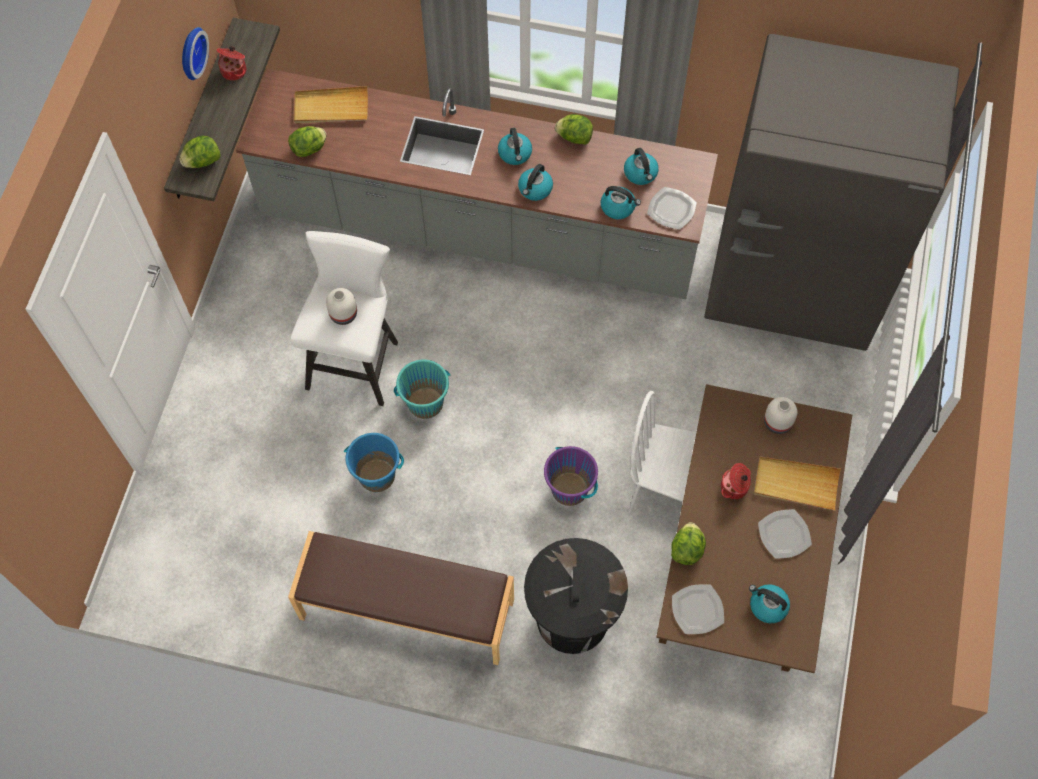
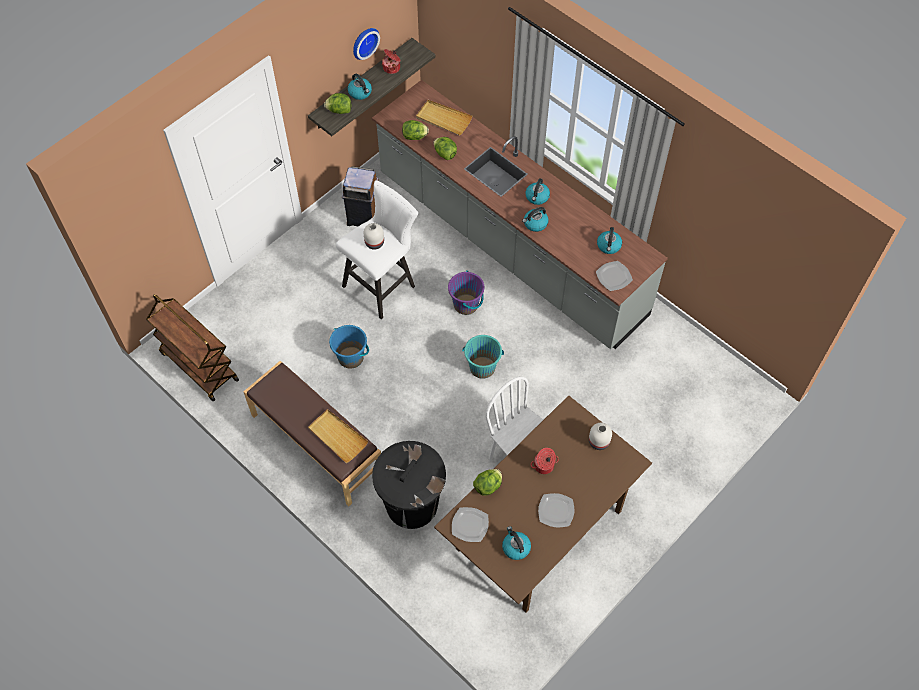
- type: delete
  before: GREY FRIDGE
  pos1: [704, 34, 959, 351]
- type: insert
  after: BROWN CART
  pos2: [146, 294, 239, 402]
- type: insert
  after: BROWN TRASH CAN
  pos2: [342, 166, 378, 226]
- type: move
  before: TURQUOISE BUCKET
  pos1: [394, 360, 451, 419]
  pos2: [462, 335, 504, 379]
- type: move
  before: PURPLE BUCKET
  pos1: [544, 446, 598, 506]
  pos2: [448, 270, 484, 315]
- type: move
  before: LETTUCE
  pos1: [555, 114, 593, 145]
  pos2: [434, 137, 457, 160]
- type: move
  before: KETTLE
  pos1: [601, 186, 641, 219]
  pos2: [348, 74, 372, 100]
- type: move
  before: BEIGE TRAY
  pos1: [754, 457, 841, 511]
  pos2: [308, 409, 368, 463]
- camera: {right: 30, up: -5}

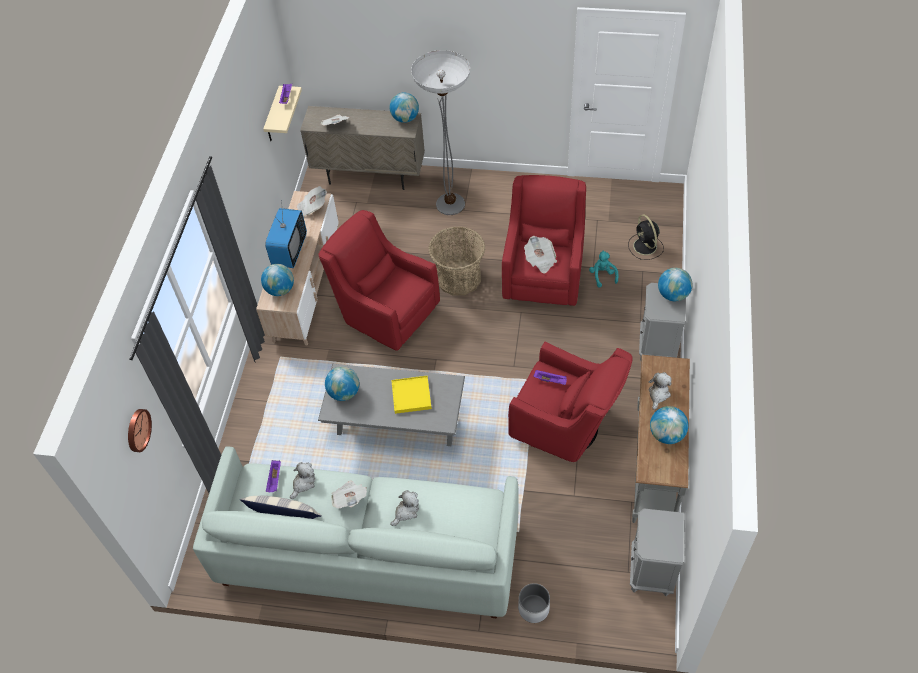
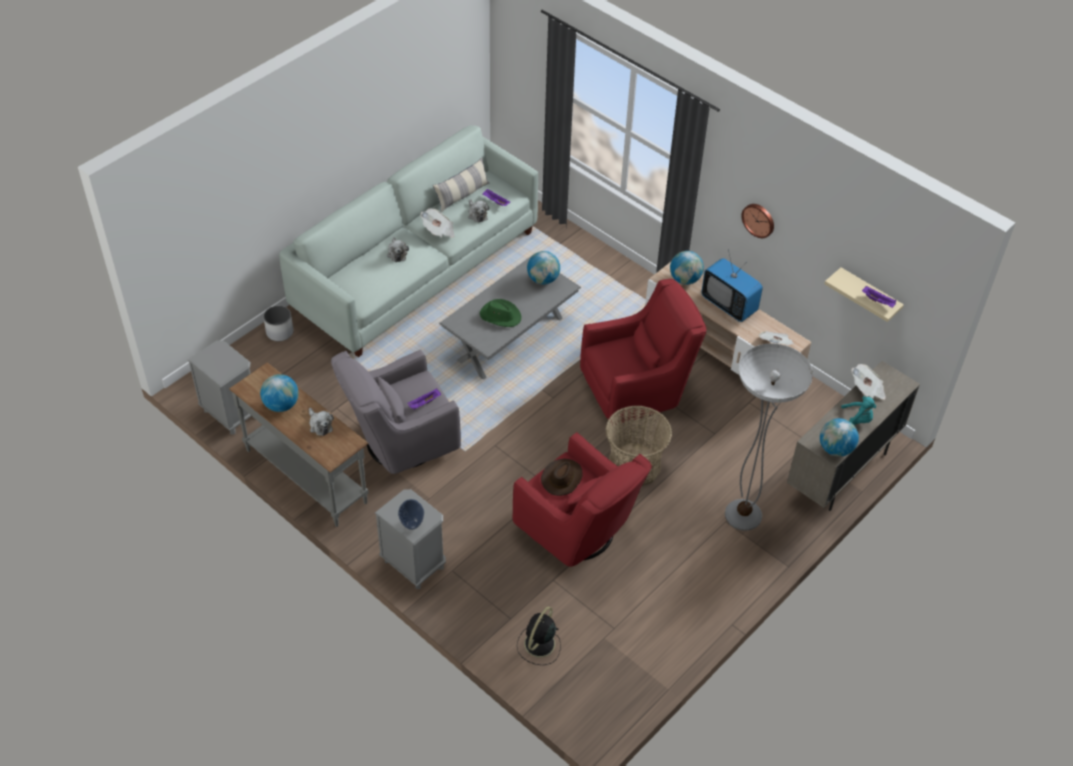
- type: move
  before: WALL CLOCK
  pos1: [128, 409, 152, 452]
  pos2: [741, 204, 774, 238]
- type: move
  before: TURQUOISE PLUSH TOY
  pos1: [589, 251, 619, 288]
  pos2: [841, 396, 876, 425]
- type: replace
  before: YELLOW TRAY
  after: GREEN HAT
  pos1: [391, 376, 432, 414]
  pos2: [480, 299, 521, 327]
- type: replace
  before: NEWSPAPER
  after: BROWN HAT
  pos1: [524, 236, 557, 273]
  pos2: [541, 459, 583, 496]
- type: replace
  before: GLOBE
  after: VASE
  pos1: [658, 268, 692, 301]
  pos2: [398, 499, 424, 530]
- type: recolor
  before: RED ARMCHAIR
  after: GREY ARMCHAIR
  pos1: [508, 342, 633, 462]
  pos2: [331, 349, 461, 474]
- type: rotate
  before: BLACK FAN
  pos1: [628, 215, 664, 260]
  pos2: [517, 606, 561, 665]
  turn: -75
- camera: {right: 120, up: -5}

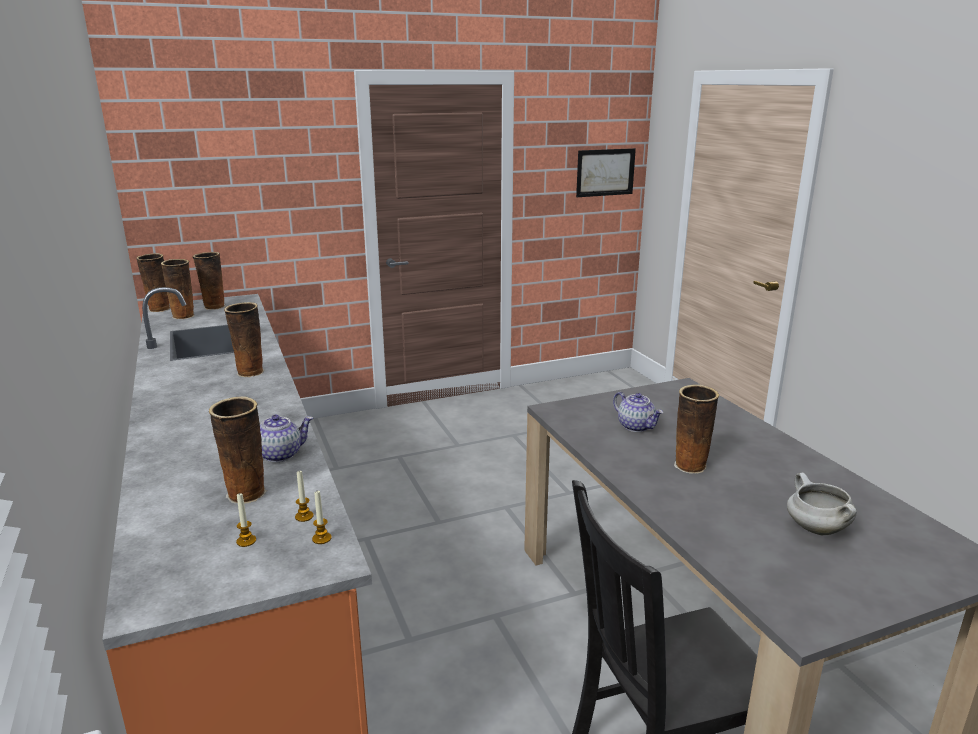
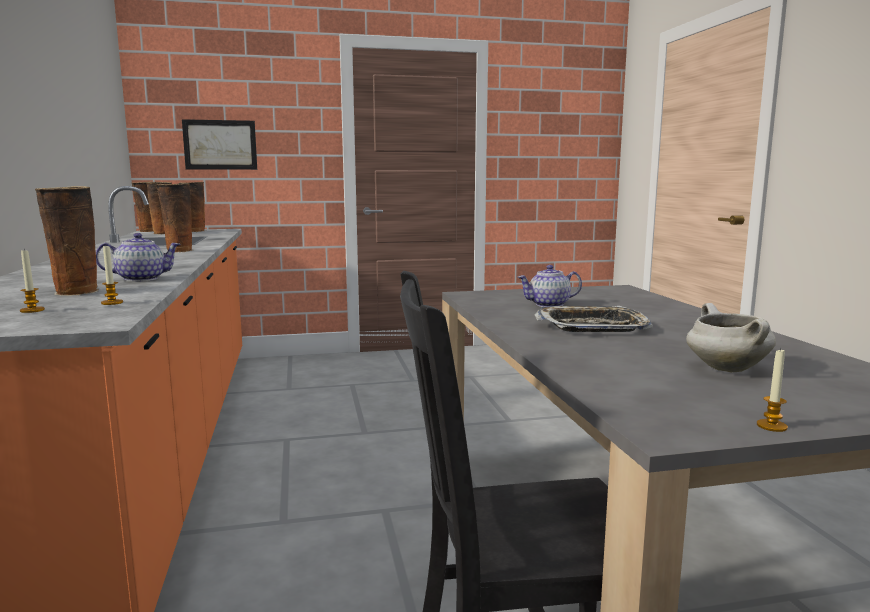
- type: move
  before: CANDLE
  pos1: [312, 491, 332, 544]
  pos2: [757, 348, 788, 432]
- type: move
  before: PICTURE
  pos1: [576, 148, 636, 197]
  pos2: [182, 119, 257, 170]
- type: replace
  before: VASE
  after: TRAY
  pos1: [674, 385, 719, 474]
  pos2: [535, 306, 653, 332]
- type: rotate
  before: TEAPOT
  pos1: [613, 392, 663, 432]
  pos2: [518, 265, 582, 307]
  turn: 105
- camera: {right: 10, up: -10}

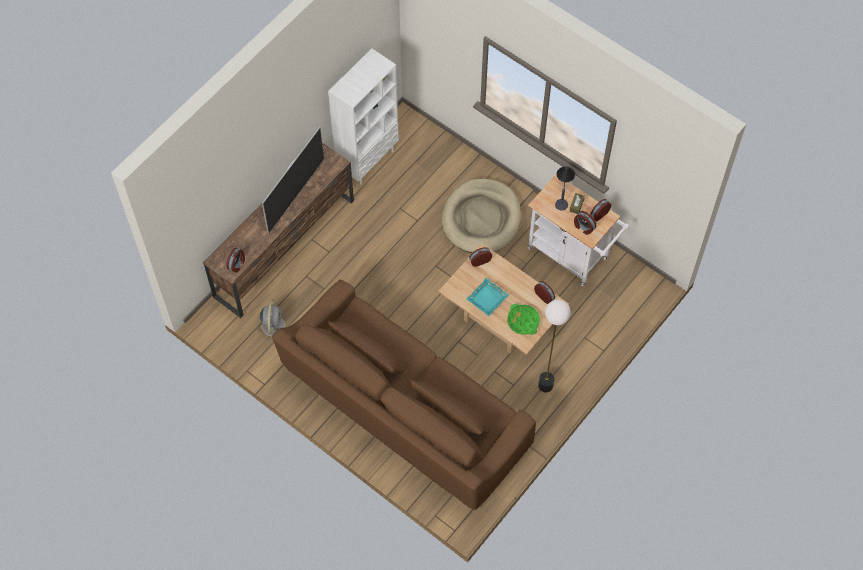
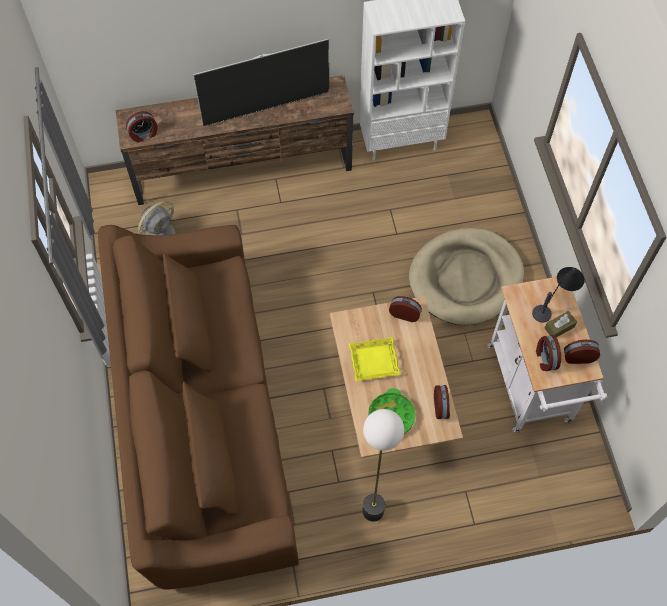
- type: recolor
  before: TURQUOISE TRAY
  after: YELLOW TRAY
  pos1: [466, 278, 509, 316]
  pos2: [349, 337, 401, 381]
- camera: {right: 40, up: 0}

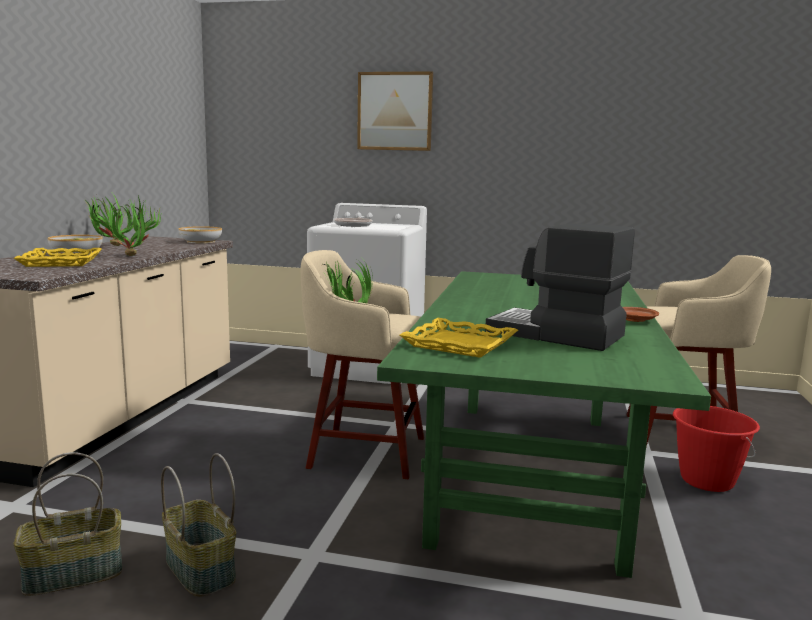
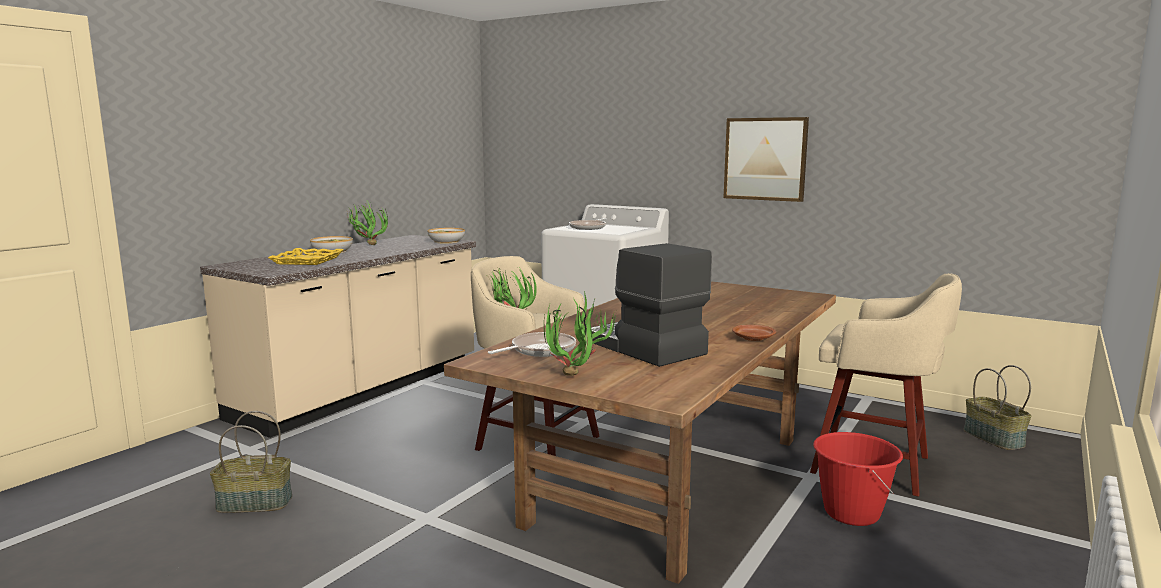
- type: move
  before: POTTED PLANT
  pos1: [107, 195, 162, 256]
  pos2: [544, 292, 617, 376]
- type: move
  before: BASKET
  pos1: [161, 453, 236, 597]
  pos2: [964, 365, 1032, 450]
- type: move
  before: PICTURE
  pos1: [357, 71, 433, 151]
  pos2: [723, 117, 809, 202]
- type: replace
  before: YELLOW TRAY
  after: FRYING PAN
  pos1: [400, 318, 518, 358]
  pos2: [488, 332, 576, 357]
- type: recolor
  before: GREEN DINING TABLE
  after: BROWN DINING TABLE
  pos1: [377, 271, 711, 578]
  pos2: [444, 281, 836, 584]
- camera: {right: 20, up: 0}

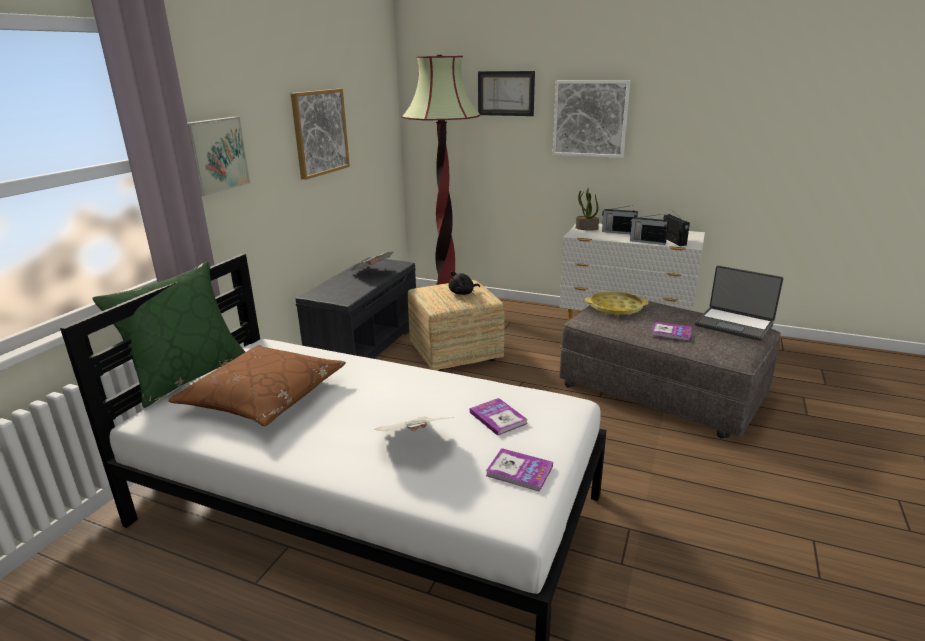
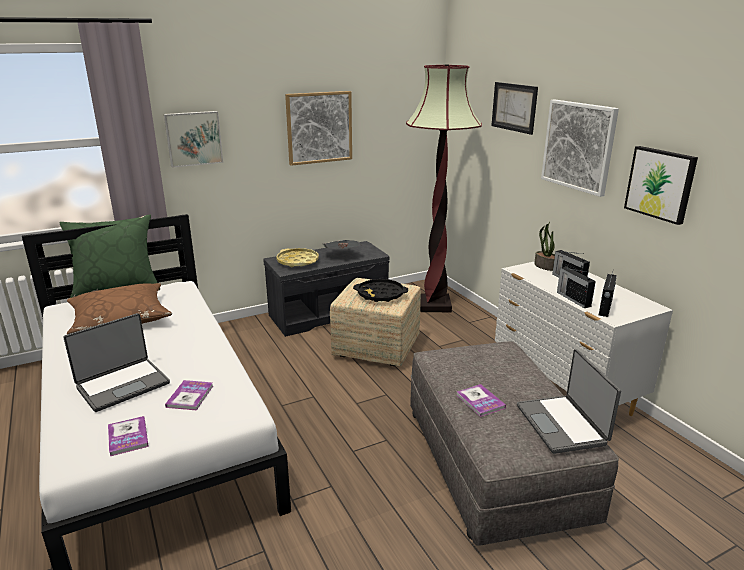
- type: insert
  after: PICTURE
  pos2: [624, 146, 698, 225]
- type: move
  before: YELLOW TRAY
  pos1: [585, 291, 648, 316]
  pos2: [276, 248, 319, 267]
- type: replace
  before: NEWSPAPER
  after: LAPTOP
  pos1: [374, 417, 450, 431]
  pos2: [63, 313, 170, 412]
- type: replace
  before: BLACK PLUSH TOY
  after: BLACK TRAY
  pos1: [449, 271, 480, 295]
  pos2: [353, 279, 408, 302]
- camera: {right: 40, up: 0}

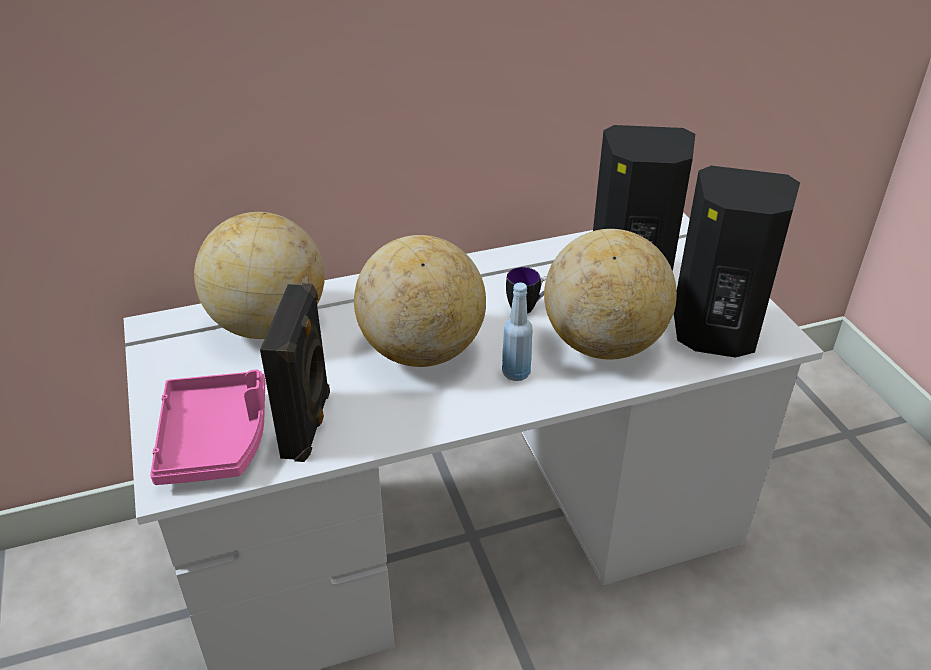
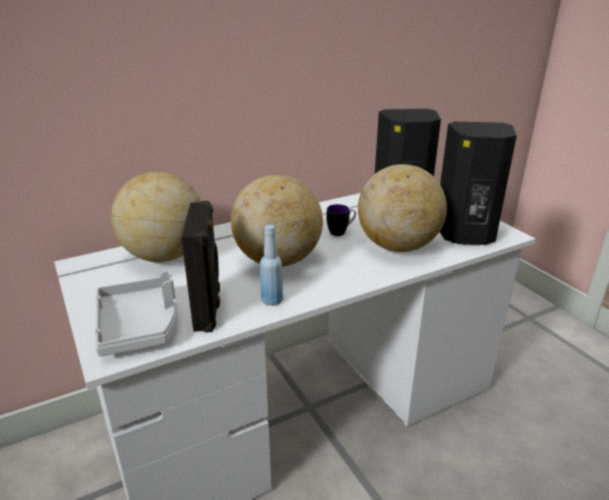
- type: move
  before: BLUE BOTTLE
  pos1: [502, 282, 533, 381]
  pos2: [260, 225, 283, 306]
- type: recolor
  before: PINK TRAY
  after: GREY TRAY
  pos1: [150, 369, 265, 485]
  pos2: [95, 270, 178, 356]
- camera: {right: -10, up: -10}

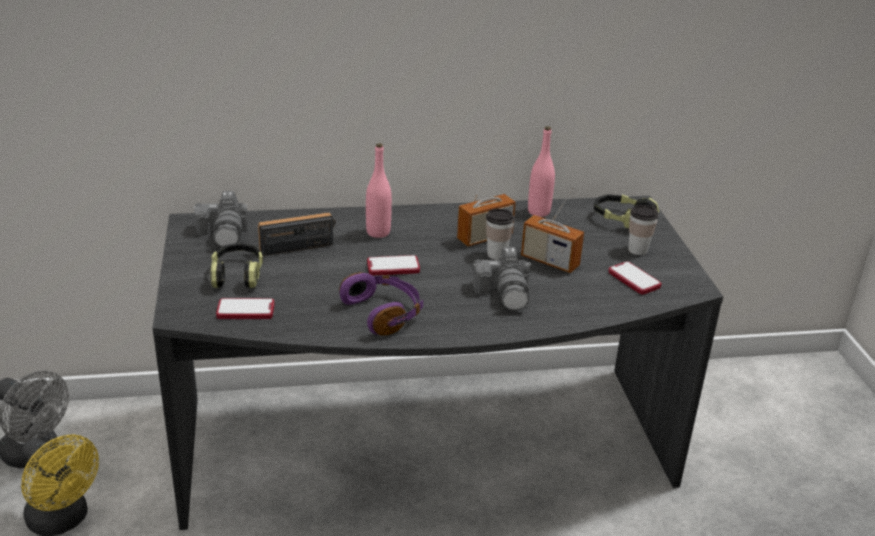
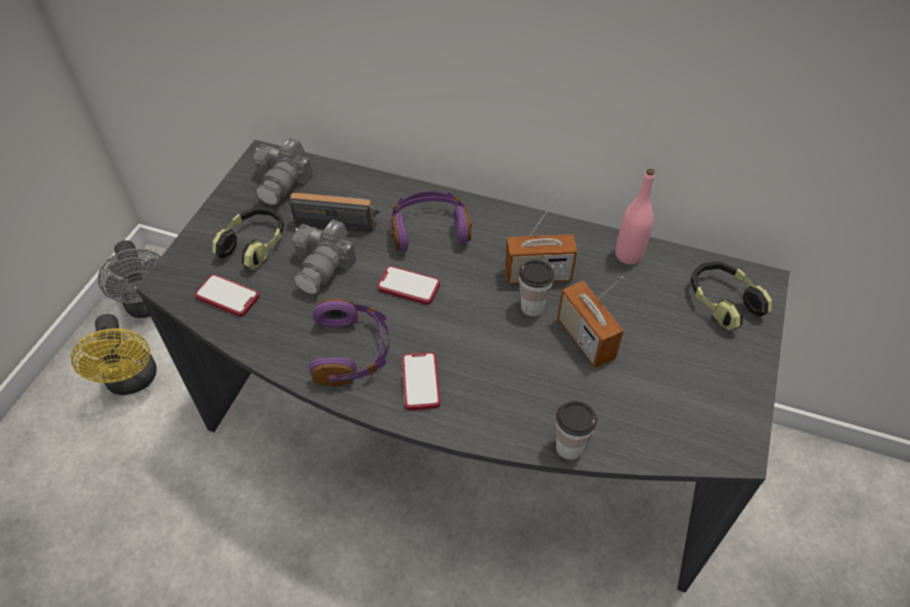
- type: move
  before: PHOTO CAMERA
  pos1: [472, 247, 531, 310]
  pos2: [292, 219, 356, 295]
- type: move
  before: PHONE
  pos1: [608, 261, 662, 295]
  pos2: [402, 352, 440, 410]
- type: move
  before: CUP
  pos1: [628, 205, 659, 255]
  pos2: [555, 401, 597, 460]
- type: replace
  before: PINK BOTTLE
  after: PURPLE HEADPHONES
  pos1: [366, 143, 392, 238]
  pos2: [390, 191, 472, 252]
- camera: {right: 30, up: 20}

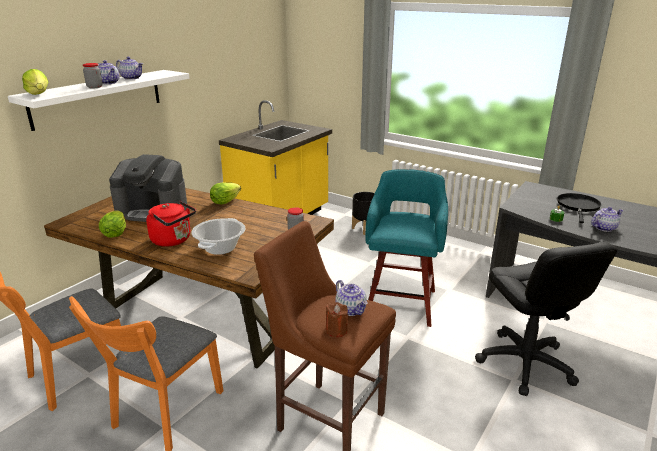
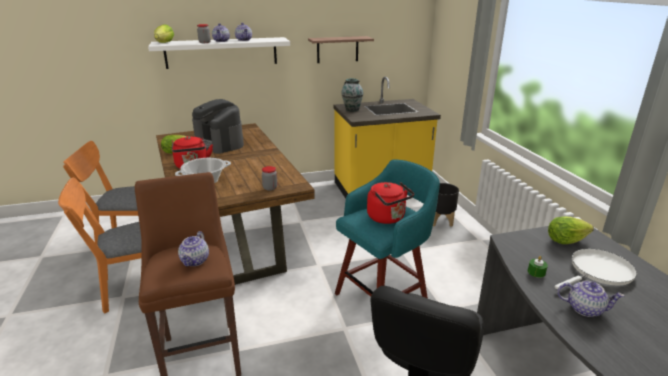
- type: delete
  before: BROWN CANDLE
  pos1: [326, 302, 348, 337]
- type: insert
  after: SHELF
  pos2: [308, 36, 374, 63]
- type: insert
  after: VASE
  pos2: [341, 78, 363, 112]
- type: insert
  after: RED KETTLE
  pos2: [367, 182, 414, 224]
- type: move
  before: LETTUCE
  pos1: [210, 182, 241, 205]
  pos2: [548, 216, 594, 244]
- type: recolor
  before: BLACK FRYING PAN
  after: WHITE FRYING PAN
  pos1: [557, 193, 602, 223]
  pos2: [555, 249, 637, 290]
- camera: {right: 40, up: 0}

